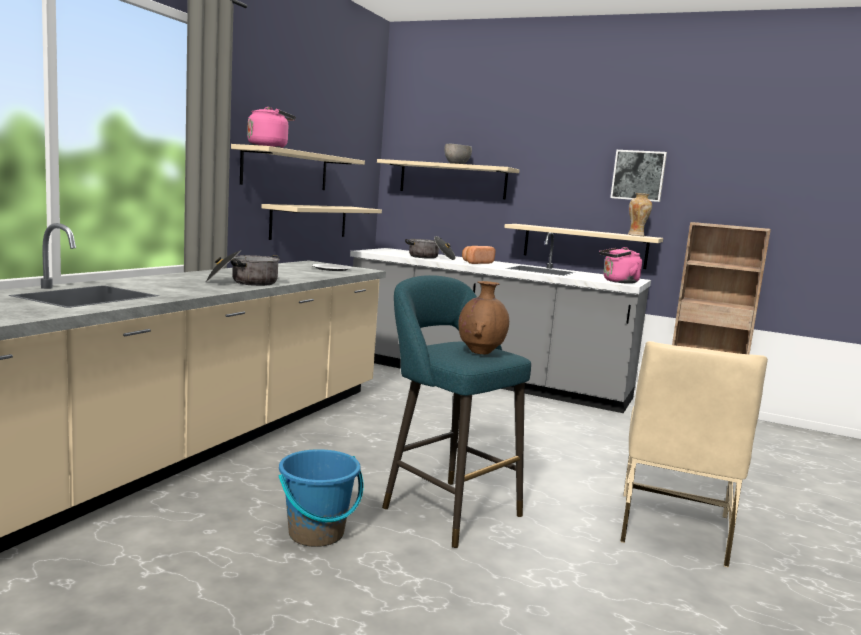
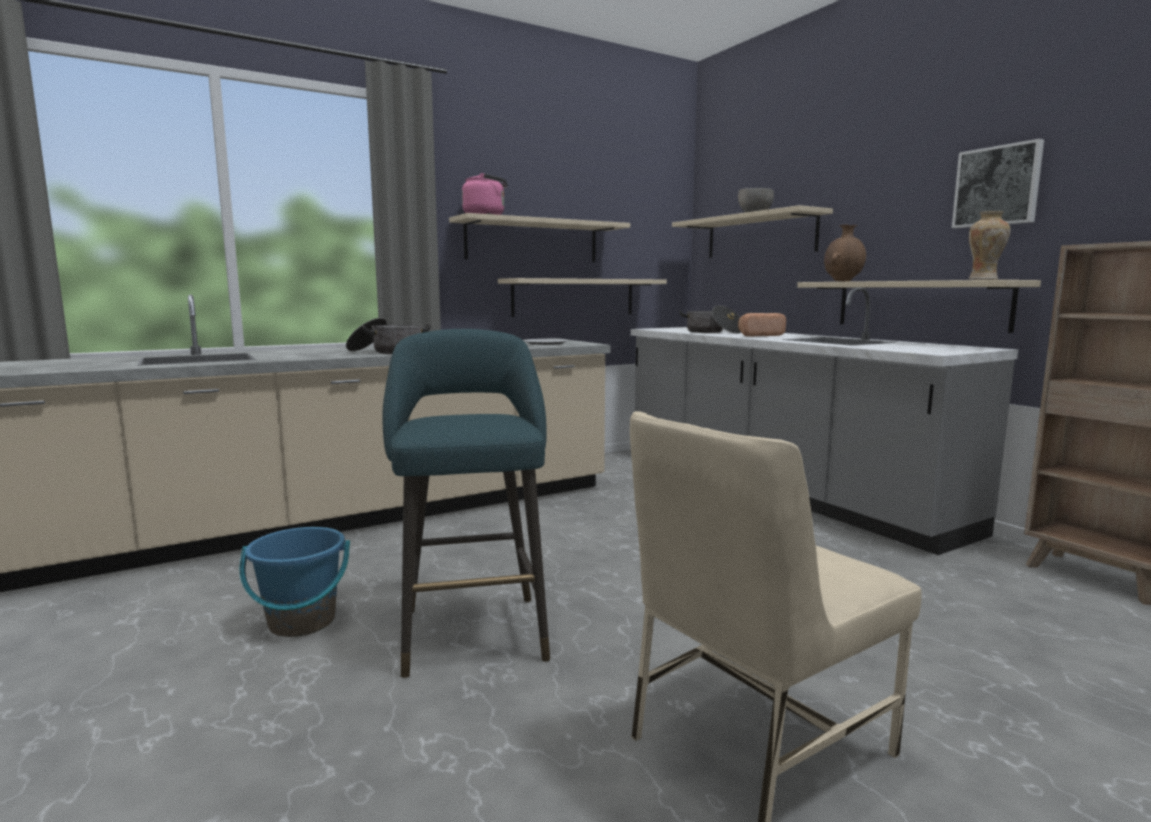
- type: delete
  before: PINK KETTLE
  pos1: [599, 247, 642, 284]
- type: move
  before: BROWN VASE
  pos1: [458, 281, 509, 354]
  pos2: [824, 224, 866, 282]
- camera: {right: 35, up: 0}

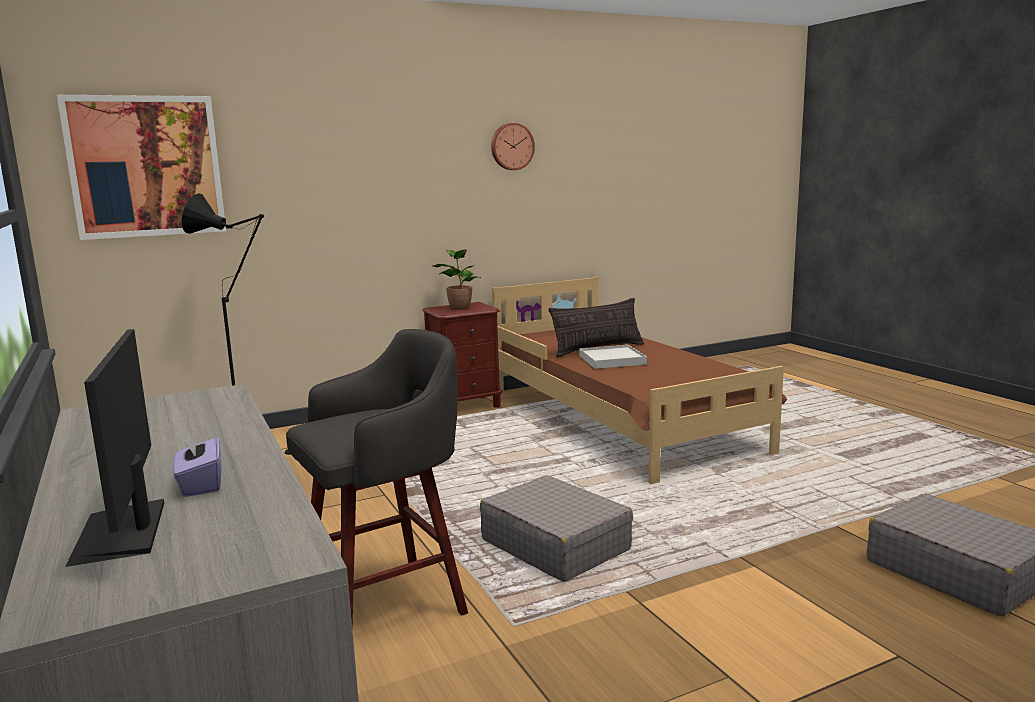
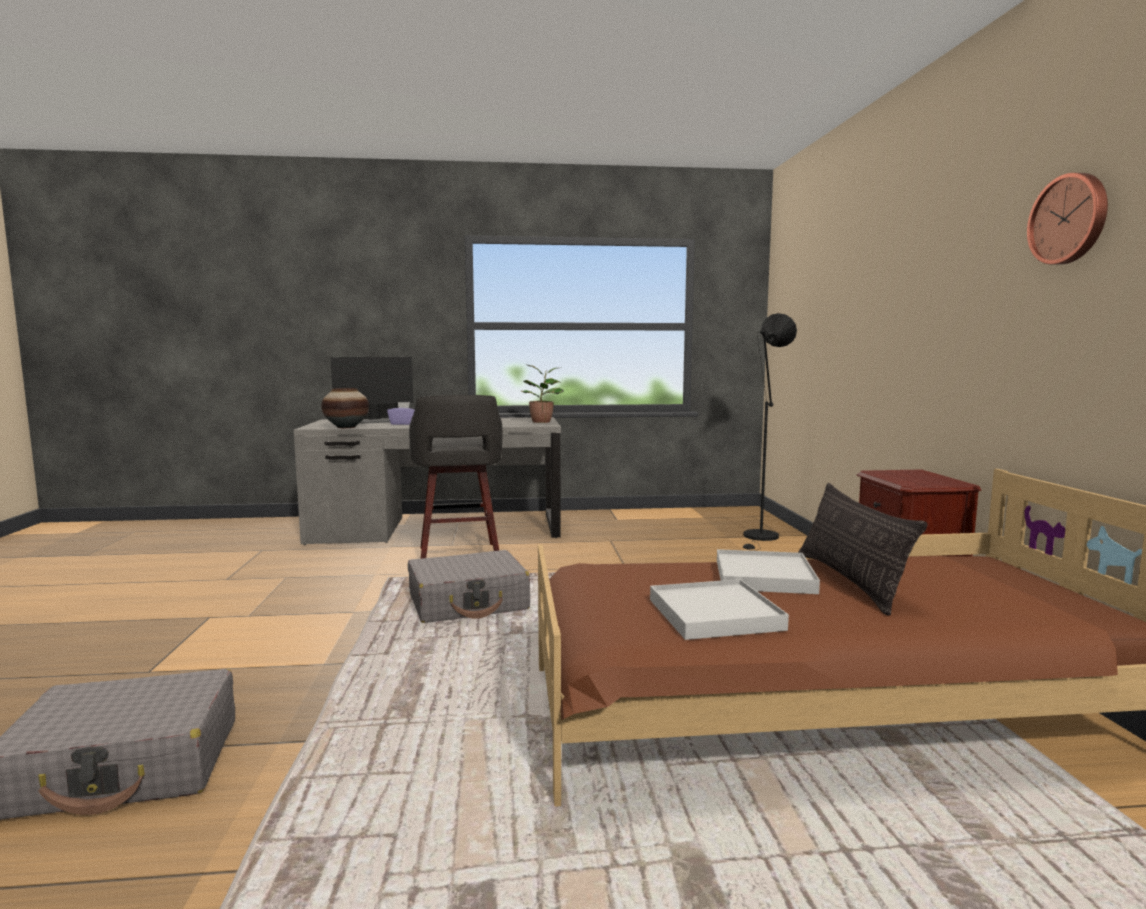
- type: delete
  before: PICTURE
  pos1: [57, 95, 226, 240]
- type: insert
  after: VASE
  pos2: [321, 388, 369, 428]
- type: insert
  after: WHITE TRAY
  pos2: [650, 579, 789, 640]
- type: move
  before: POTTED PLANT
  pos1: [432, 250, 481, 310]
  pos2: [520, 365, 564, 423]
- type: rotate
  before: MONITOR
  pos1: [65, 329, 164, 567]
  pos2: [331, 357, 413, 424]
  turn: 150
- camera: {right: 110, up: -5}

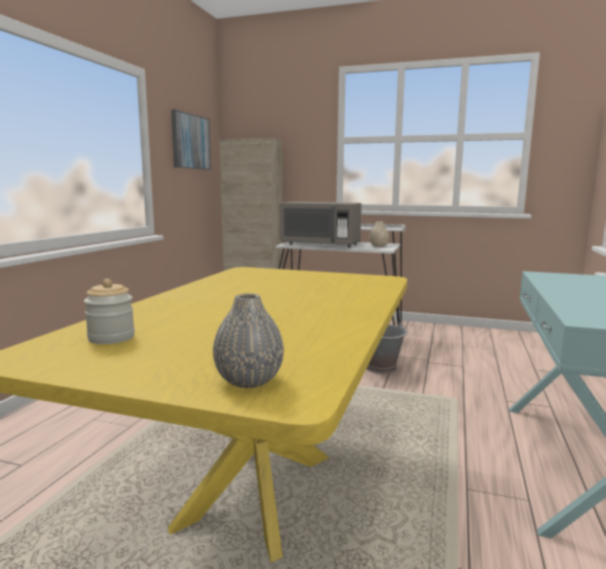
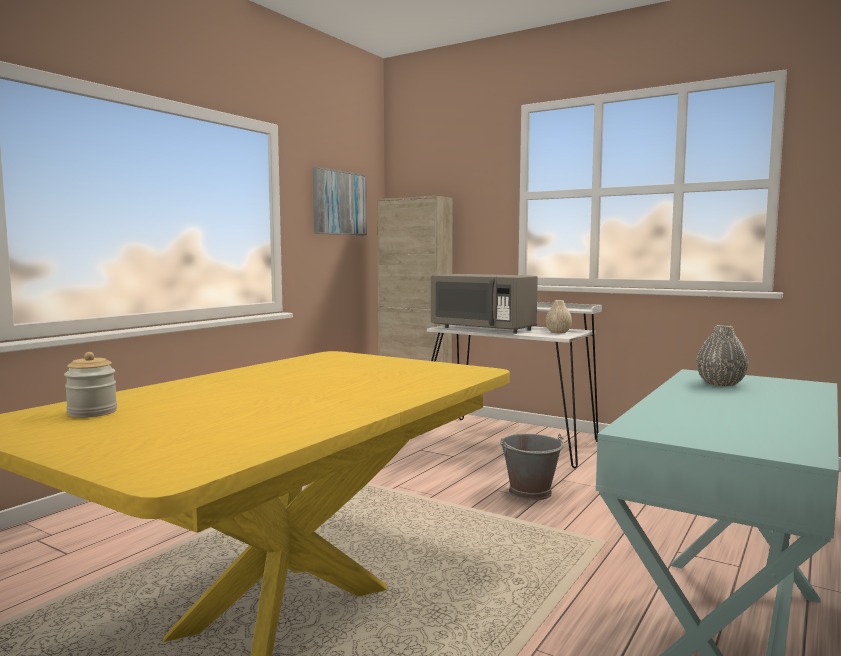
- type: move
  before: GREY VASE
  pos1: [213, 293, 284, 388]
  pos2: [696, 325, 748, 386]
- camera: {right: 15, up: -5}

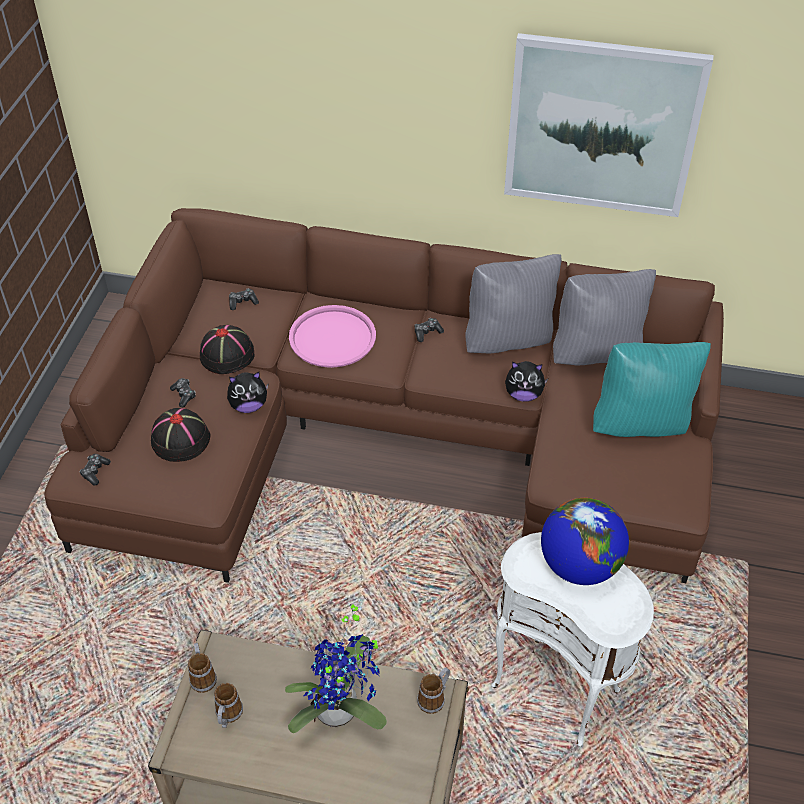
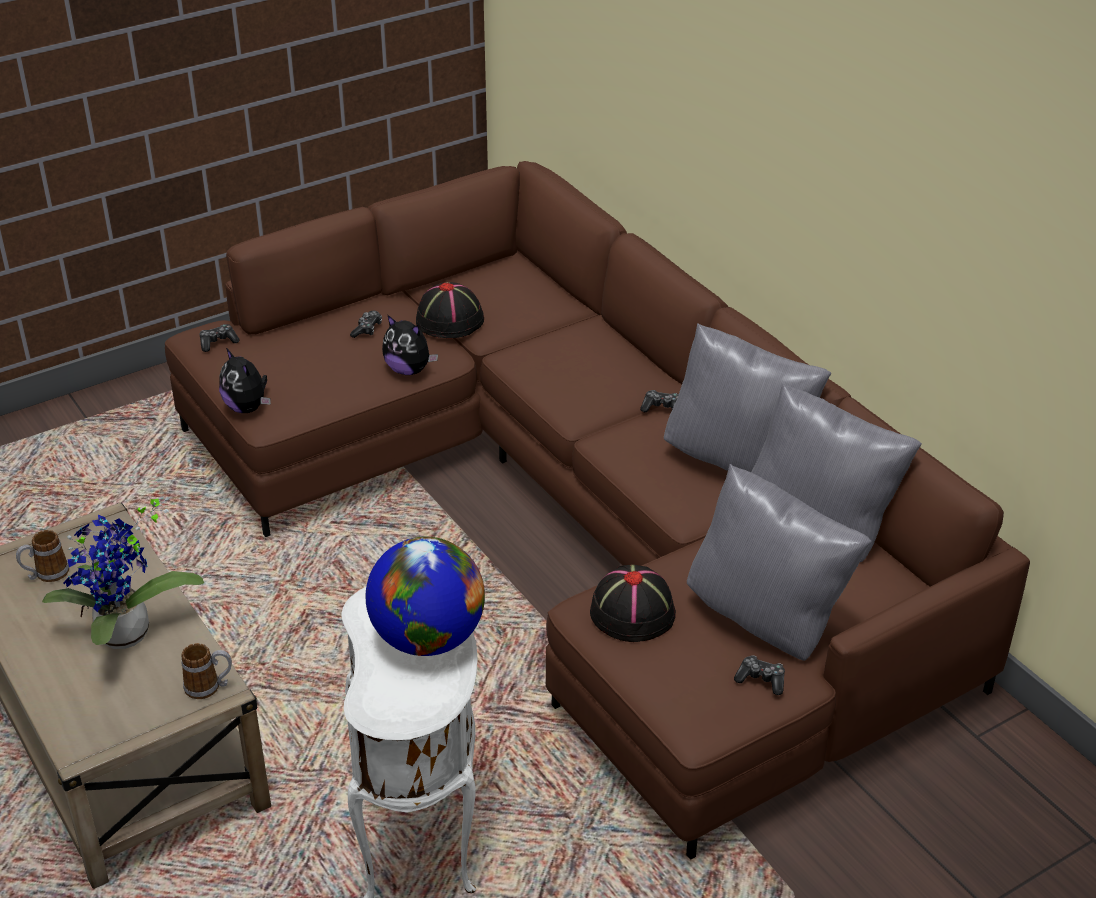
- type: delete
  before: MUG
  pos1: [188, 643, 217, 693]
- type: delete
  before: PINK TRAY
  pos1: [289, 305, 376, 368]
- type: delete
  before: PICTURE
  pos1: [504, 33, 714, 217]
- type: move
  before: BLACK HAT
  pos1: [151, 408, 211, 462]
  pos2: [590, 565, 676, 642]
- type: move
  before: GAME CONTROLLER
  pos1: [229, 288, 259, 310]
  pos2: [734, 655, 785, 695]
- type: move
  before: PLUSH TOY
  pos1: [505, 361, 548, 402]
  pos2: [219, 348, 271, 413]
- type: recolor
  before: TURQUOISE PILLOW
  after: GREY PILLOW
  pos1: [593, 342, 711, 437]
  pos2: [687, 464, 872, 661]
- camera: {right: 45, up: -10}

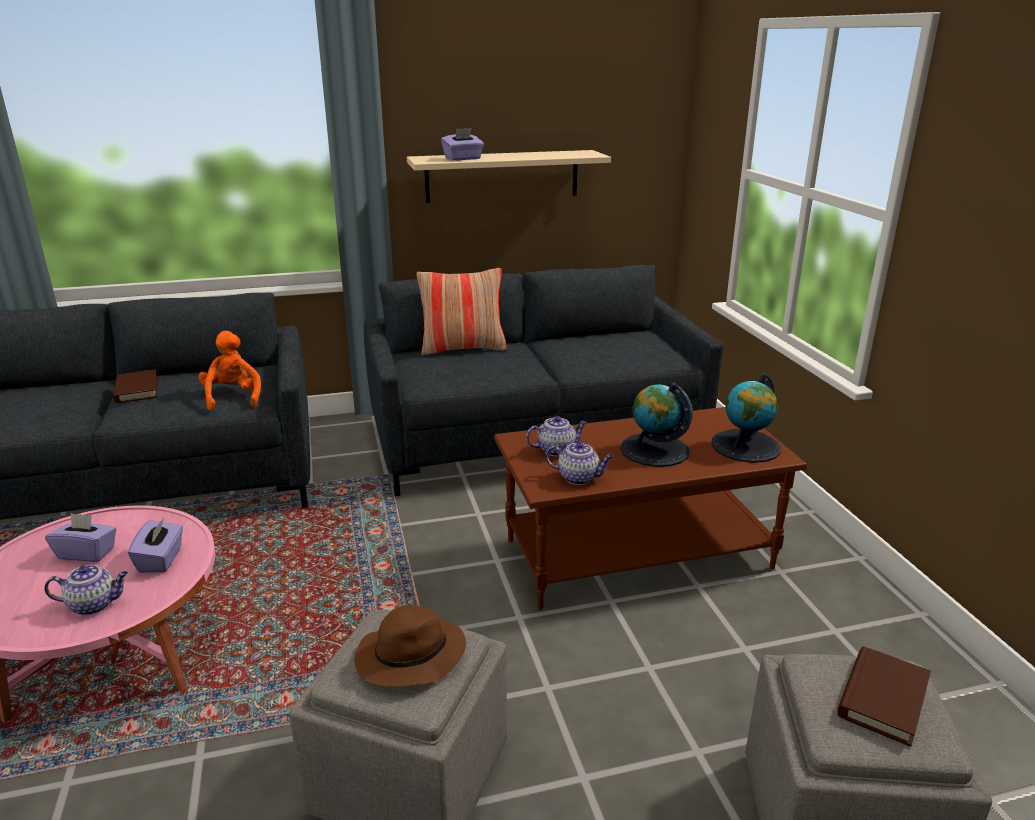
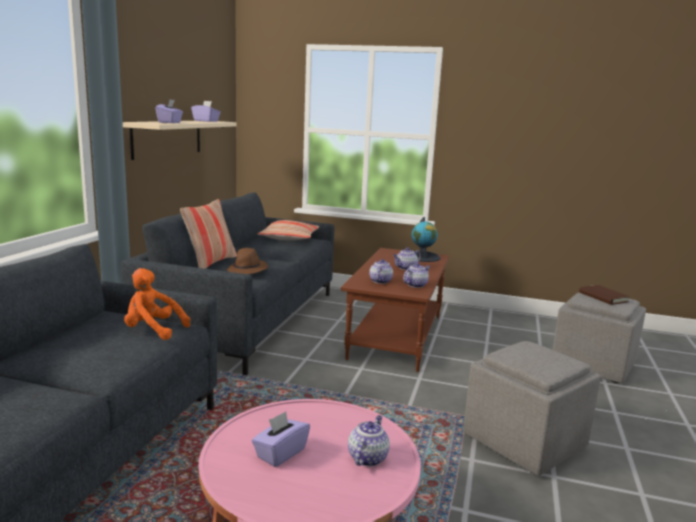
- type: delete
  before: BROWN BOOK
  pos1: [113, 369, 158, 403]
- type: insert
  after: PILLOW
  pos2: [258, 220, 319, 240]
- type: move
  before: PURPLE TISSUE BOX
  pos1: [128, 518, 183, 573]
  pos2: [191, 101, 221, 122]
- type: move
  before: BROWN HAT
  pos1: [354, 605, 466, 687]
  pos2: [226, 248, 268, 274]
- type: replace
  before: GLOBE
  after: TEAPOT
  pos1: [620, 382, 693, 467]
  pos2: [393, 248, 421, 270]
- camera: {right: -60, up: -10}

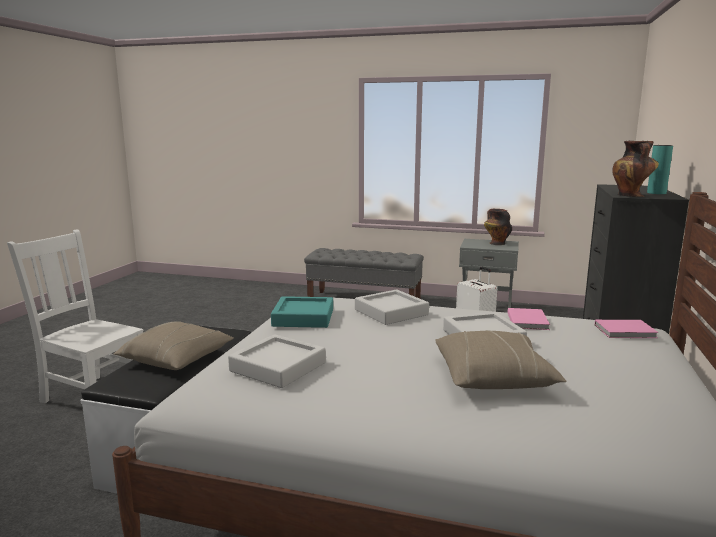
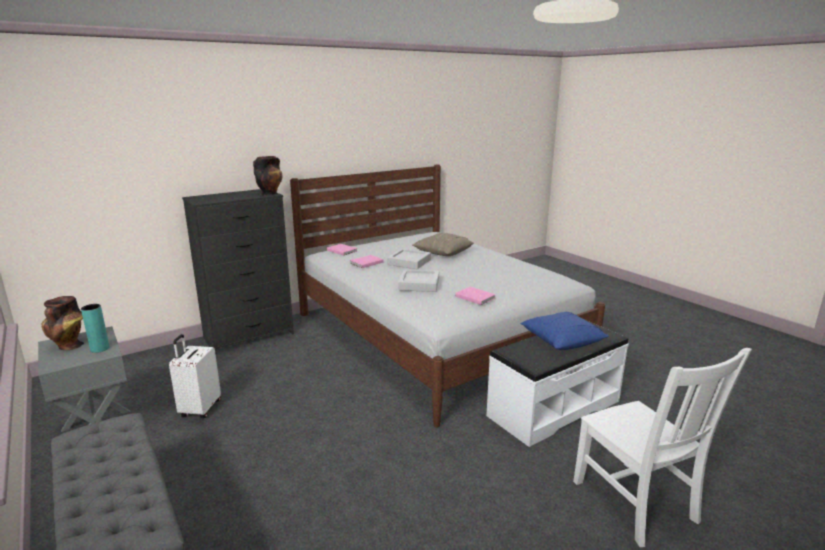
- type: delete
  before: GREY TRAY
  pos1: [228, 334, 326, 388]
- type: move
  before: TURQUOISE VASE
  pos1: [647, 145, 673, 194]
  pos2: [81, 304, 110, 353]
- type: replace
  before: TURQUOISE TRAY
  after: PINK BOOK
  pos1: [271, 296, 333, 328]
  pos2: [455, 287, 496, 305]
- type: recolor
  before: BEIGE PILLOW
  after: BLUE PILLOW
  pos1: [114, 321, 234, 370]
  pos2: [520, 312, 609, 350]
- camera: {right: -140, up: 5}

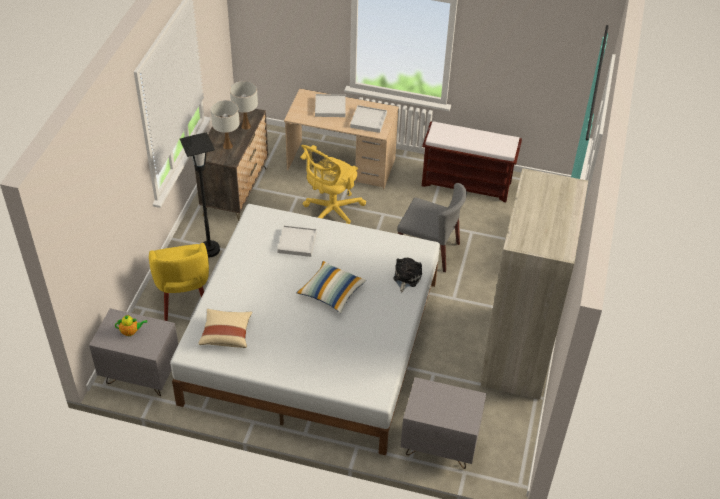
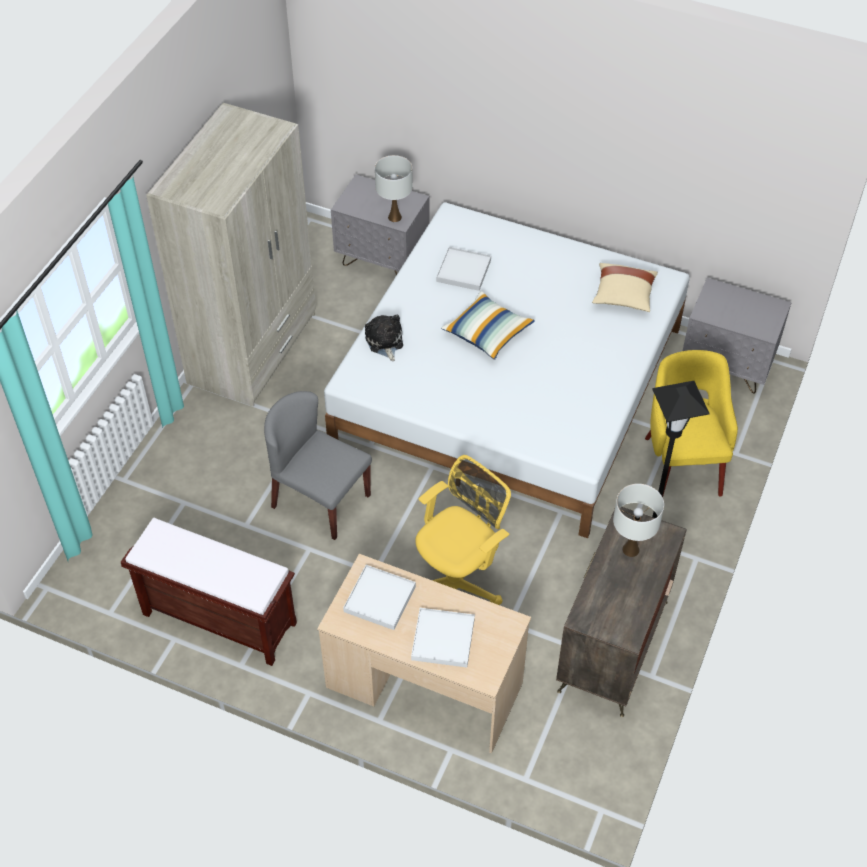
- type: delete
  before: TEAPOT
  pos1: [115, 315, 147, 336]
- type: move
  before: WHITE TABLE LAMP
  pos1: [230, 81, 258, 130]
  pos2: [375, 155, 413, 222]
- type: move
  before: WHITE TRAY
  pos1: [277, 225, 317, 257]
  pos2: [436, 247, 491, 291]
- type: rotate
  before: PLUSH TOY
  pos1: [393, 258, 422, 292]
  pos2: [365, 314, 403, 361]
  turn: 135
- camera: {right: -170, up: 5}

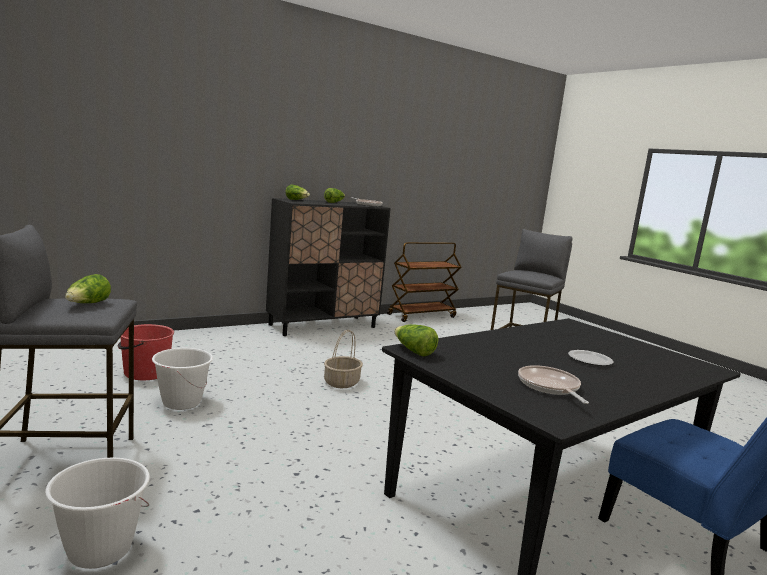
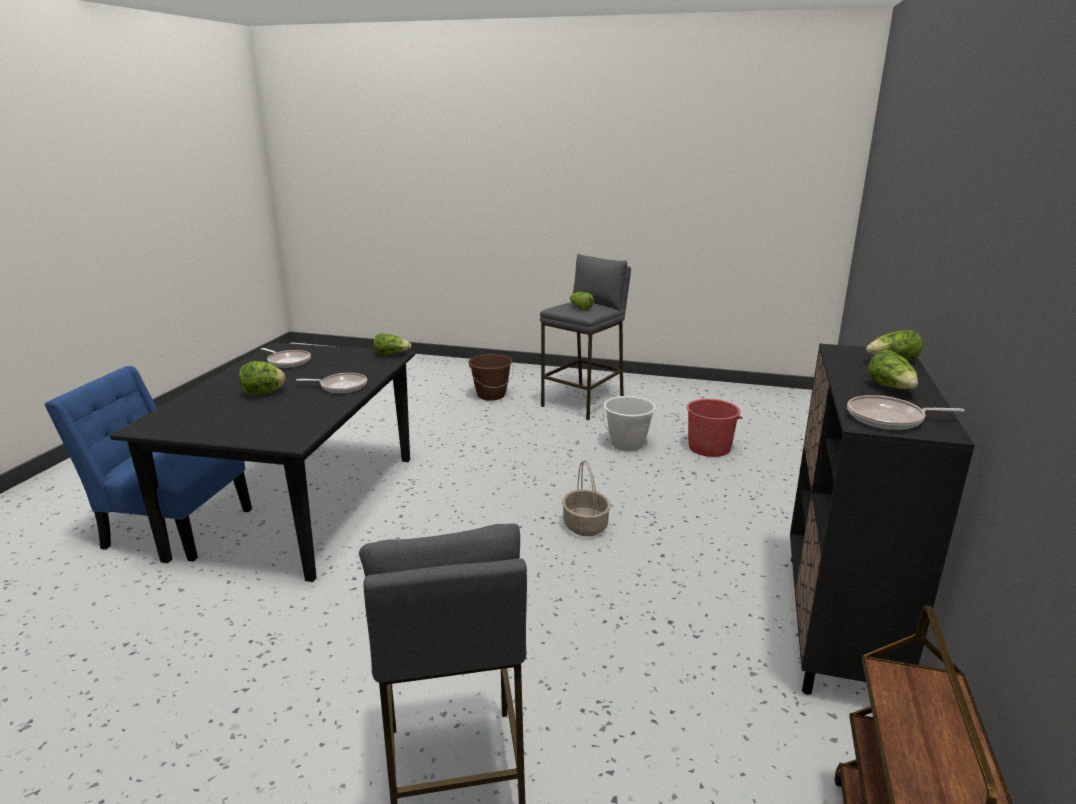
- type: insert
  after: FRYING PAN
  pos2: [296, 373, 367, 393]
- type: replace
  before: PLATE
  after: LETTUCE
  pos1: [568, 350, 613, 366]
  pos2: [239, 361, 285, 395]
- type: recolor
  before: WHITE BUCKET
  after: BROWN BUCKET
  pos1: [45, 458, 150, 569]
  pos2: [468, 354, 514, 401]
- camera: {right: 140, up: 10}

